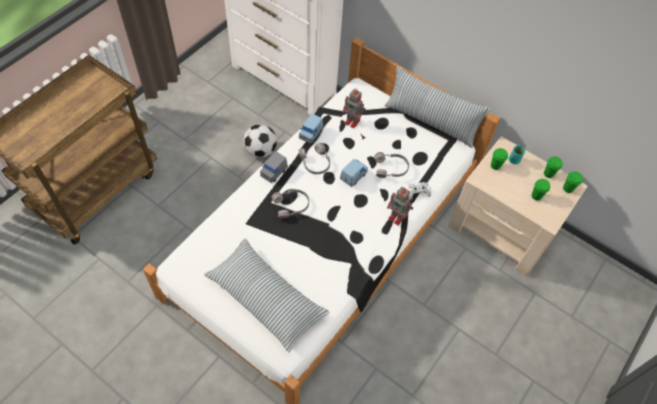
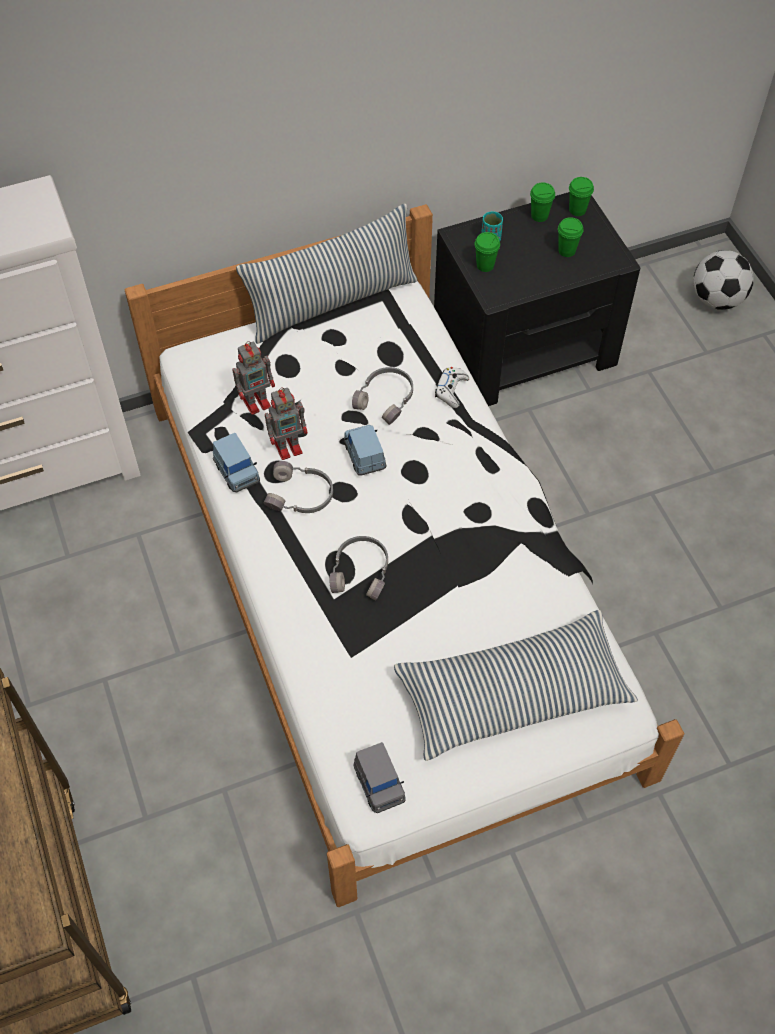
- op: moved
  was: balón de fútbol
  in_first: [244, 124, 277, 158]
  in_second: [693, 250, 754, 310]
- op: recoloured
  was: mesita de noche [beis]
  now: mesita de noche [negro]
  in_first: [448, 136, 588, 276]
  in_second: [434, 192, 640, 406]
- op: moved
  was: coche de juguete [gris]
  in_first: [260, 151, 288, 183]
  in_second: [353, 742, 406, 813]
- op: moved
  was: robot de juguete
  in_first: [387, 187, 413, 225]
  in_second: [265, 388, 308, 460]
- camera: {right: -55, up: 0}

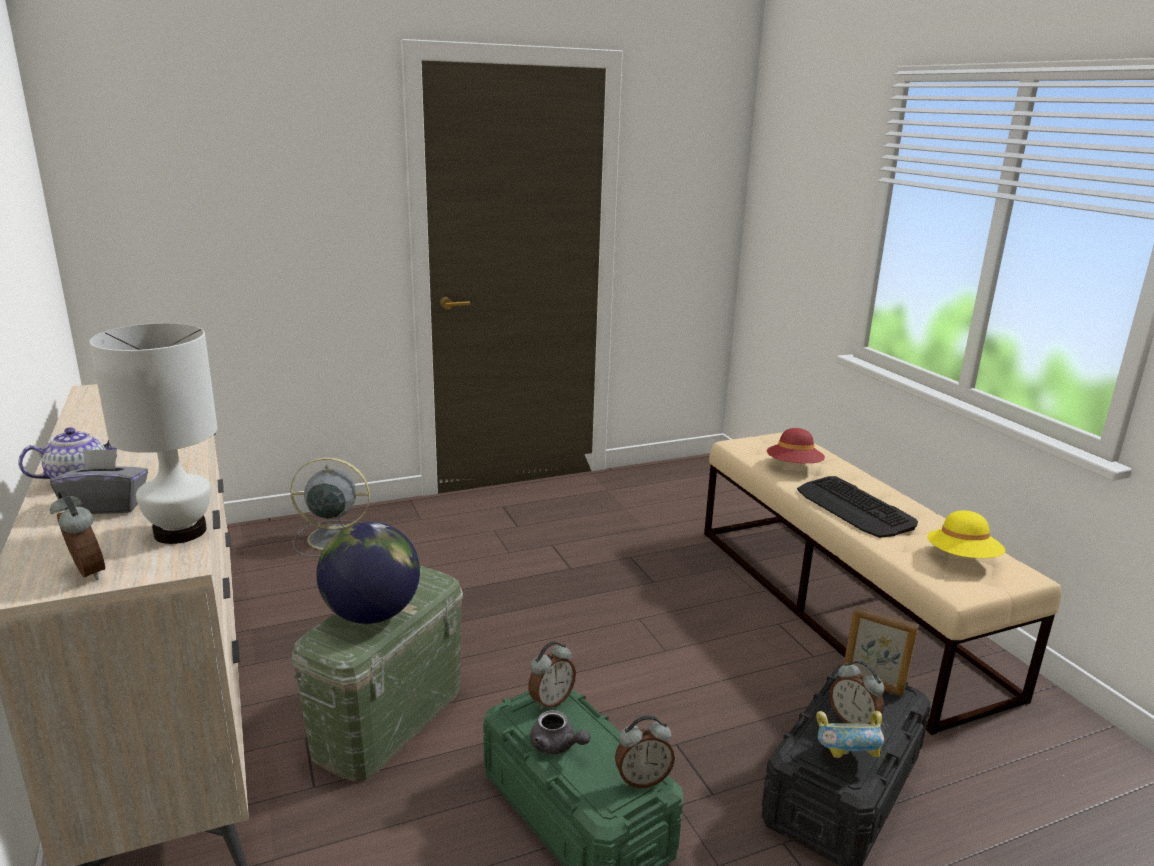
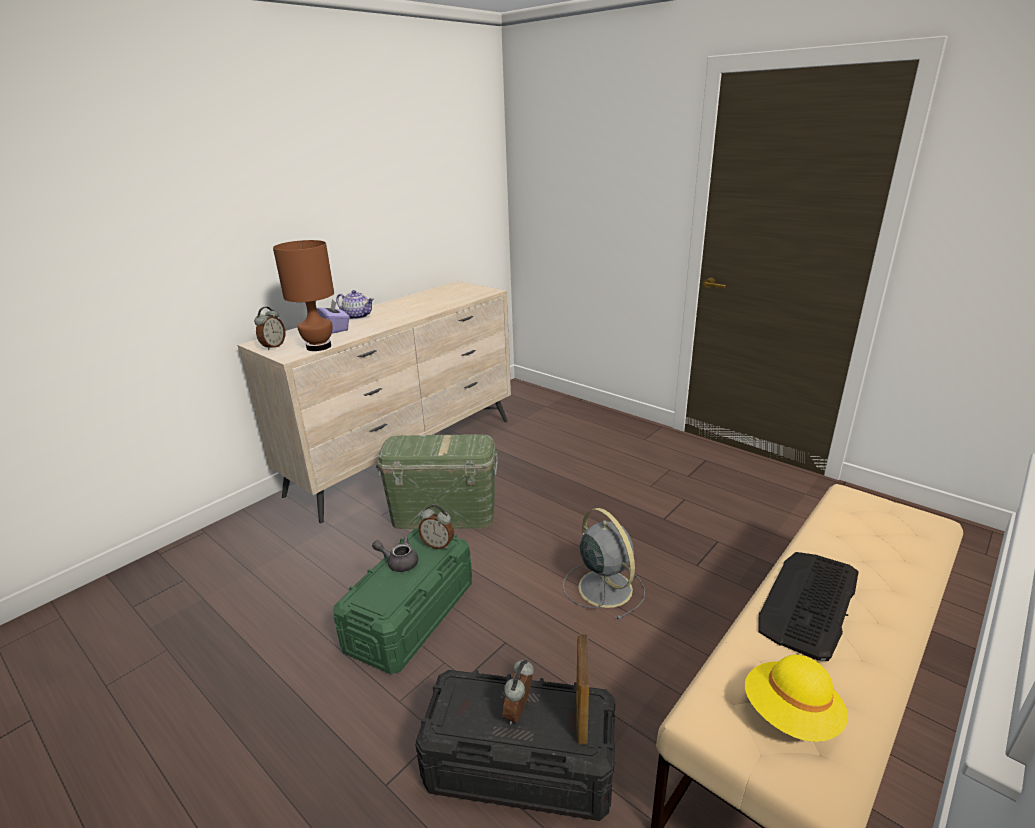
- op: recoloured
  was: lámpara de mesa [blanco]
  now: lámpara de mesa [marrón]
  in_first: [89, 323, 217, 544]
  in_second: [273, 240, 334, 351]
- op: removed
  was: sombrero [rojo]
  in_first: [767, 428, 825, 463]
- op: recoloured
  was: caja de pañuelos [gris]
  now: caja de pañuelos [morado]
  in_first: [50, 449, 148, 514]
  in_second: [317, 299, 350, 334]
- op: moved
  was: ventilador [gris]
  in_first: [290, 457, 370, 557]
  in_second: [563, 508, 645, 620]
- op: removed
  was: globo terráqueo
  in_first: [316, 522, 420, 624]
- op: turned
  was: tetera [gris]
  in_first: [530, 710, 591, 754]
  in_second: [372, 536, 418, 572]
  clockwise: 90
- op: removed
  was: cuenco
  in_first: [816, 711, 884, 758]
- op: removed
  was: despertador
  in_first: [615, 715, 675, 788]
- camera: {right: 65, up: 5}

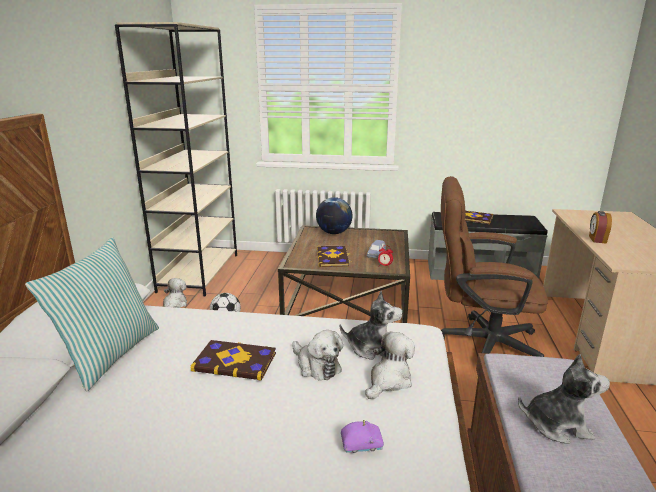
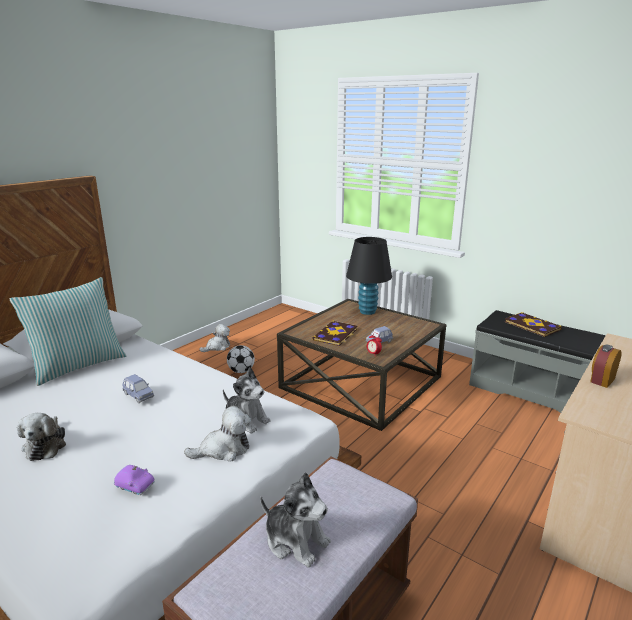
- op: removed
  was: estantería [beis]
  in_first: [115, 22, 237, 296]
- op: removed
  was: silla de oficina [marrón]
  in_first: [441, 176, 548, 357]
- op: replaced
  was: globo terráqueo
  now: lámpara de mesa [negro]
  in_first: [316, 197, 352, 234]
  in_second: [346, 237, 392, 315]
- op: moved
  was: peluche
  in_first: [292, 330, 343, 380]
  in_second: [17, 413, 66, 461]
- op: replaced
  was: libro
  now: coche de juguete [azul]
  in_first: [191, 340, 276, 381]
  in_second: [122, 374, 154, 403]
- camera: {right: 30, up: 0}

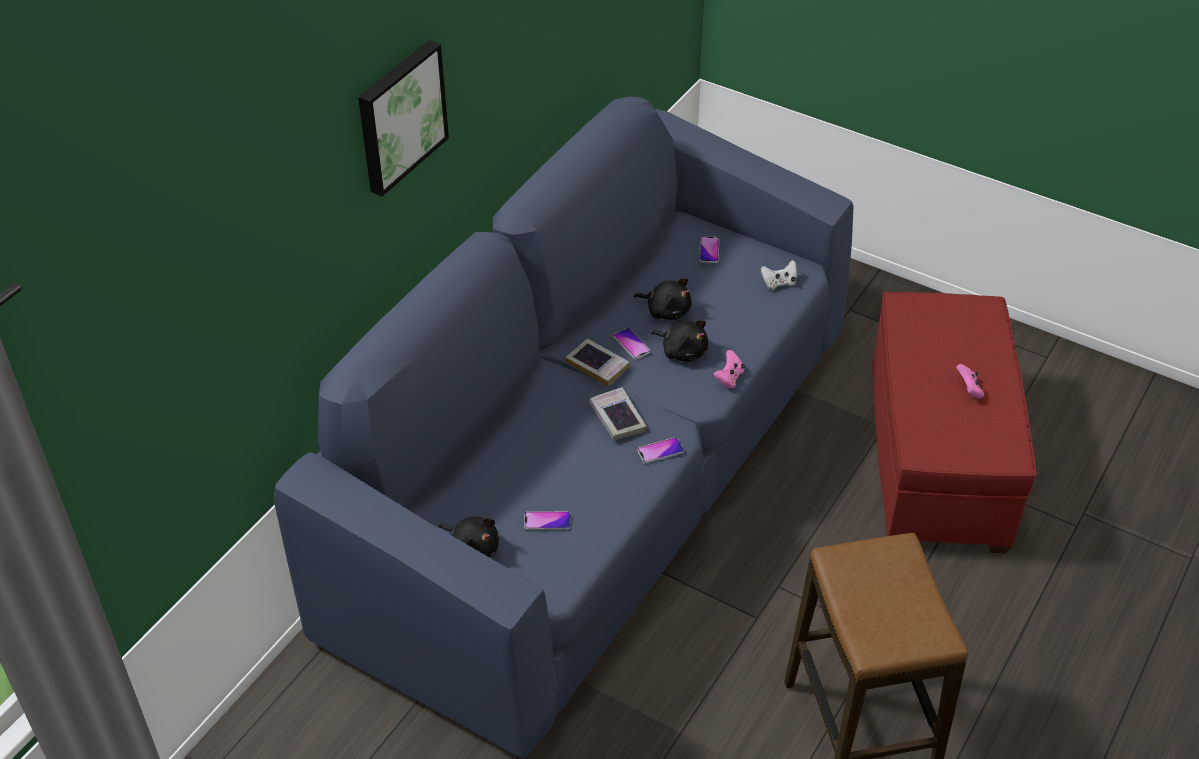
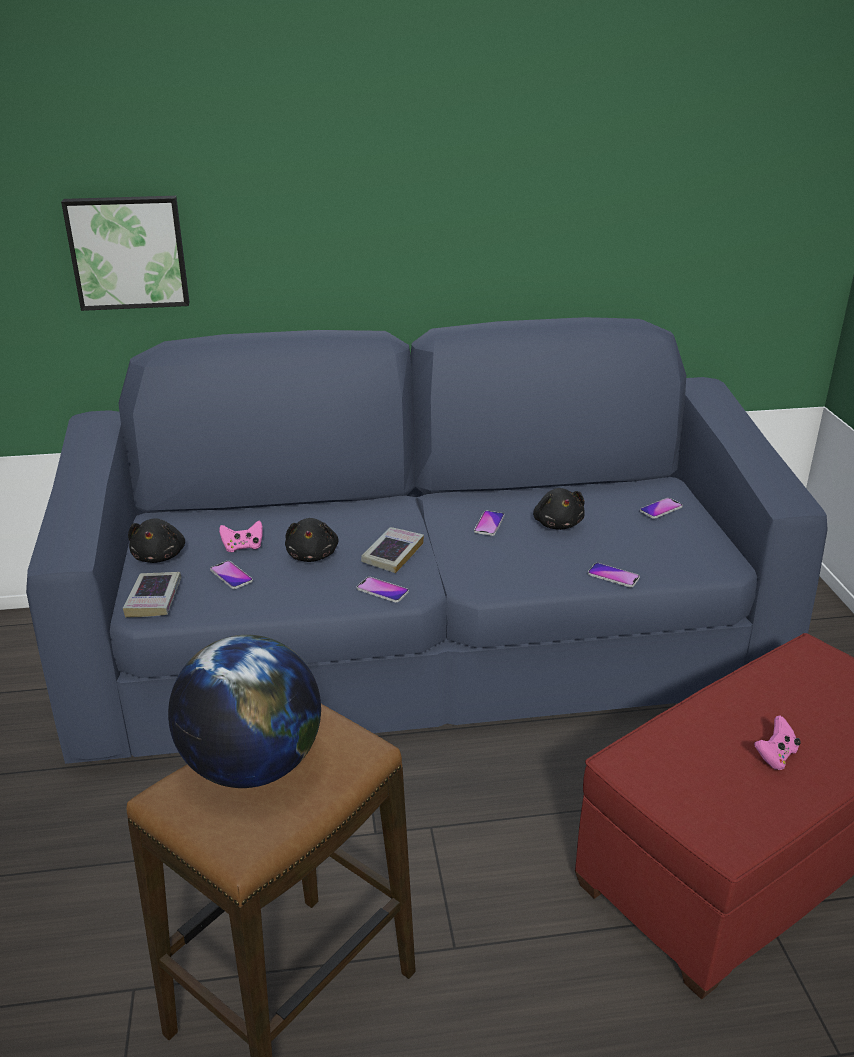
- op: moved
  was: cuadro
  in_first: [358, 40, 449, 196]
  in_second: [61, 196, 189, 311]
- op: removed
  was: mando de consola [blanco]
  in_first: [761, 260, 797, 290]
- op: moved
  was: peluche [negro]
  in_first: [651, 320, 708, 362]
  in_second: [285, 518, 339, 562]
- op: moved
  was: libro
  in_first: [566, 338, 630, 387]
  in_second: [123, 572, 181, 618]
- op: moved
  was: mando de consola [rosa]
  in_first: [714, 350, 745, 388]
  in_second: [219, 521, 263, 552]
- op: added
  now: móvil
  in_second: [588, 563, 640, 588]
- op: added
  now: globo terráqueo
  in_second: [168, 635, 321, 788]
- camera: {right: 50, up: -15}

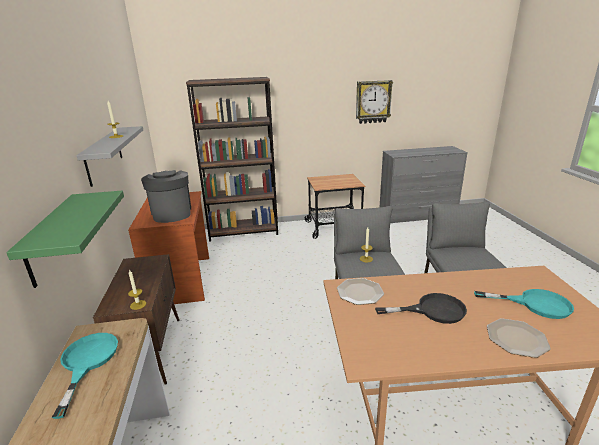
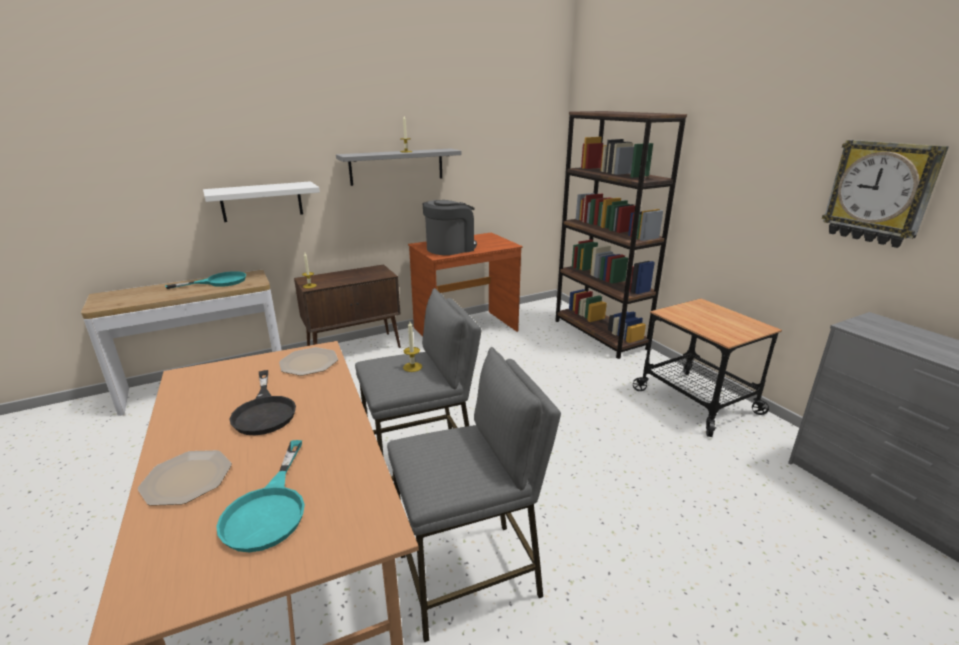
- op: recoloured
  was: estante [verde]
  now: estante [blanco]
  in_first: [6, 191, 124, 288]
  in_second: [203, 181, 320, 222]
- camera: {right: 70, up: 0}

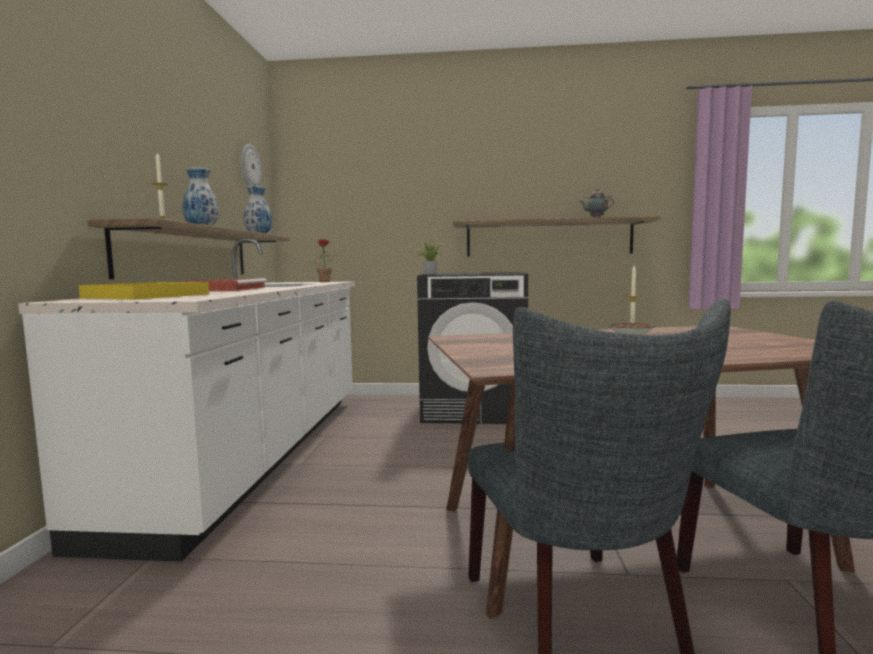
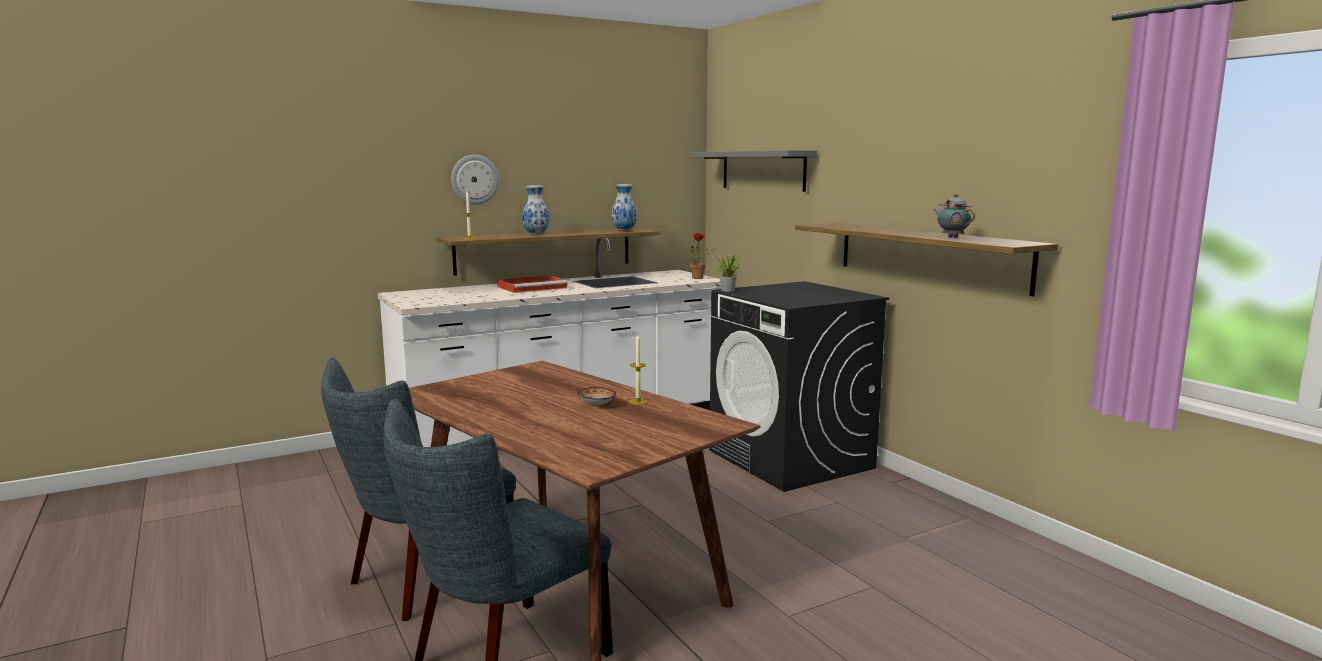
- op: moved
  was: reloj de pared
  in_first: [241, 144, 261, 186]
  in_second: [451, 155, 499, 205]
- op: removed
  was: bandeja [amarillo]
  in_first: [79, 282, 209, 300]
- op: added
  now: estante [gris]
  in_second: [692, 150, 817, 192]
- camera: {right: 55, up: 5}

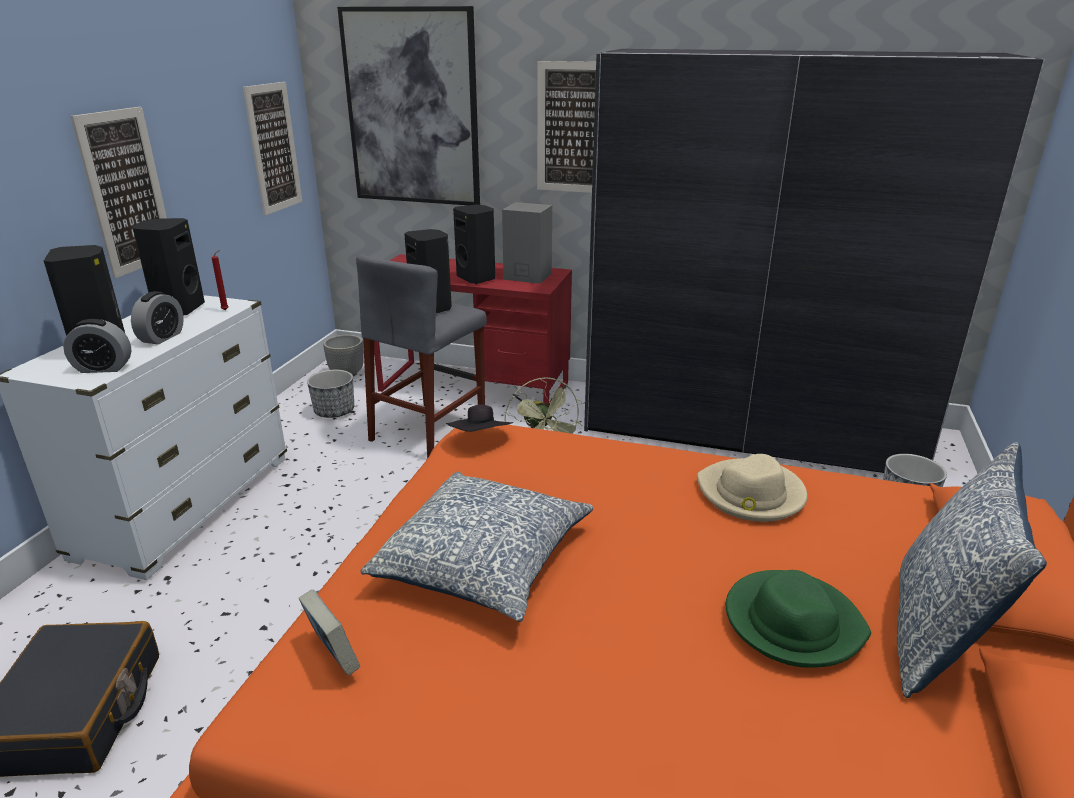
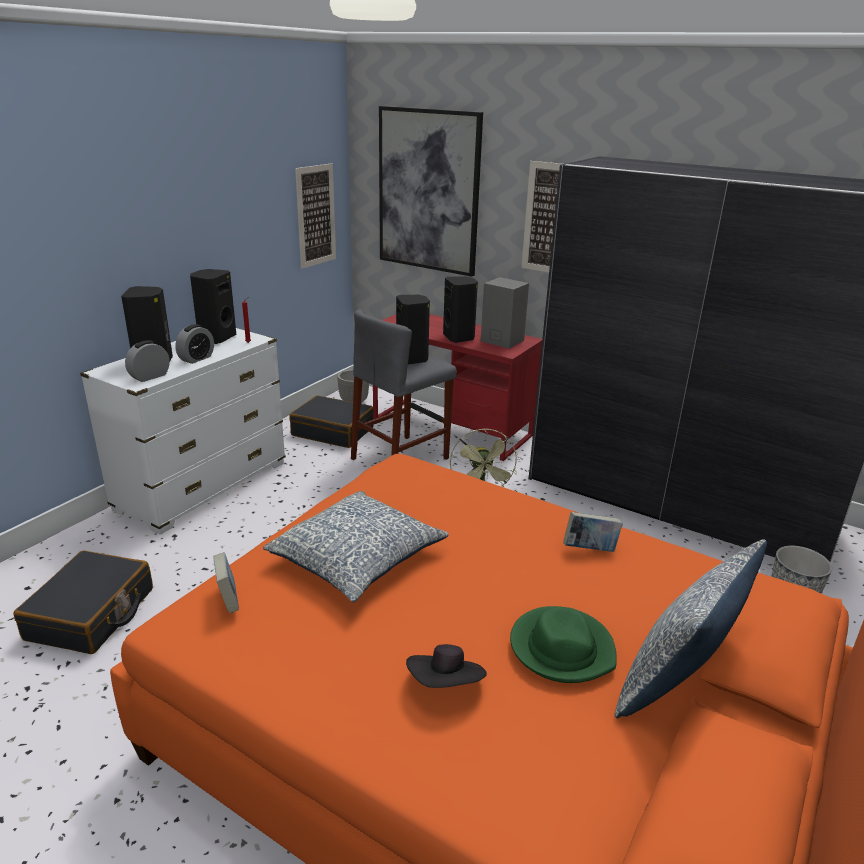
- op: removed
  was: cuadro
  in_first: [71, 107, 167, 278]
- op: turned
  was: despertador
  in_first: [63, 319, 131, 373]
  in_second: [125, 340, 170, 382]
  clockwise: 120
- op: replaced
  was: maceta
  now: maleta [negro]
  in_first: [307, 370, 354, 418]
  in_second: [289, 395, 374, 448]
- op: moved
  was: sombrero [negro]
  in_first: [446, 404, 514, 432]
  in_second: [406, 644, 487, 688]
- op: replaced
  was: sombrero [beis]
  now: libro
  in_first: [697, 454, 807, 522]
  in_second: [563, 512, 623, 552]
- camera: {right: 15, up: 0}

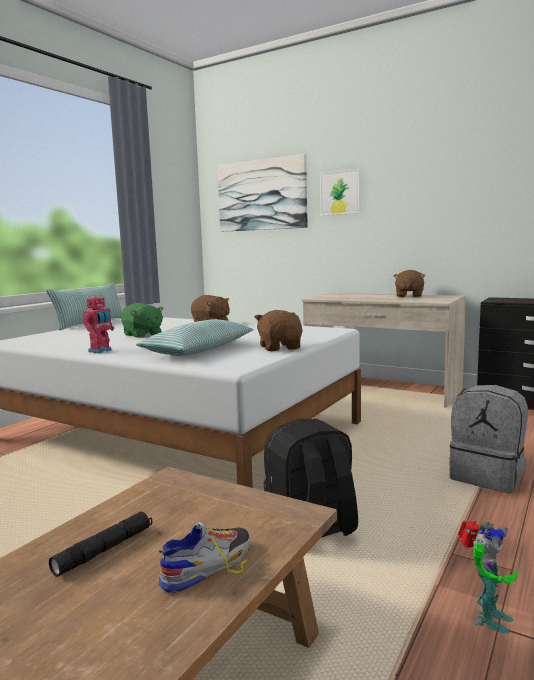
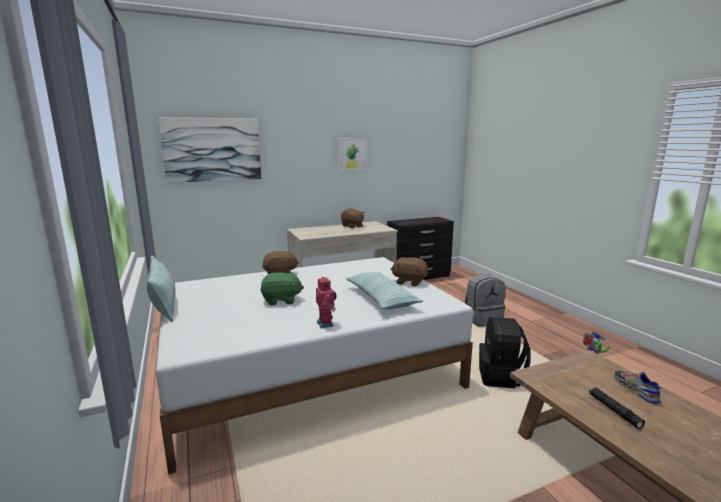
- op: moved
  was: cuadro
  in_first: [320, 169, 360, 216]
  in_second: [337, 138, 367, 170]
- camera: {right: -55, up: 5}

